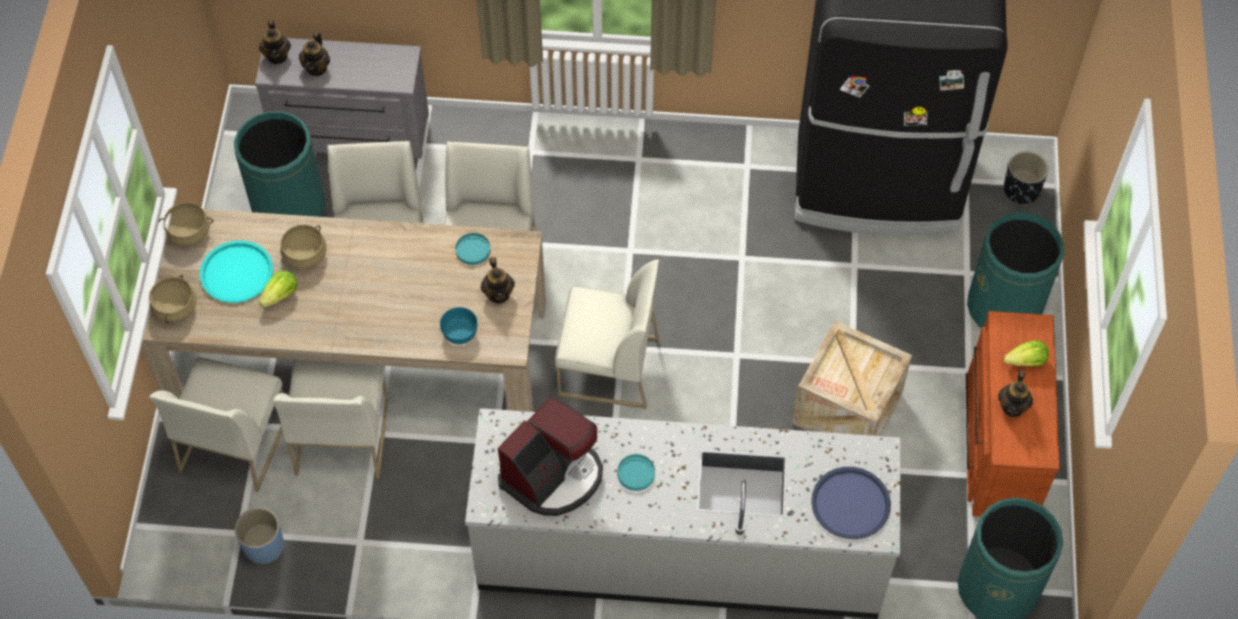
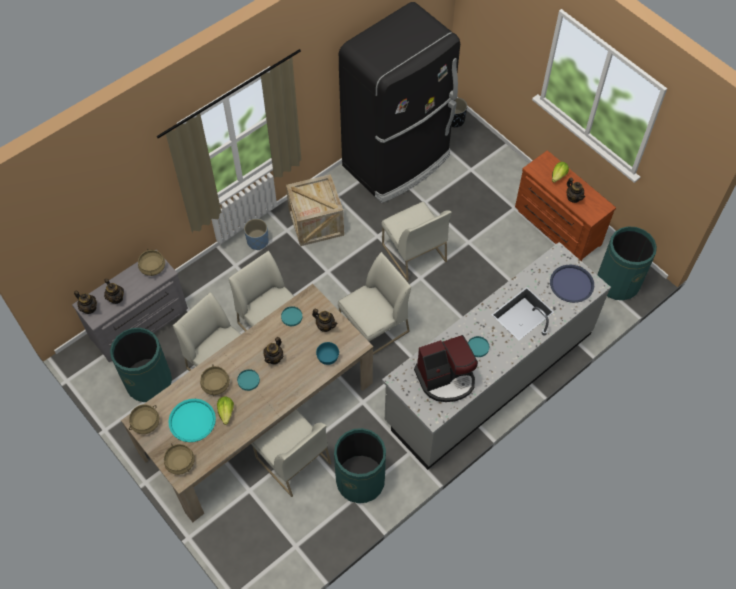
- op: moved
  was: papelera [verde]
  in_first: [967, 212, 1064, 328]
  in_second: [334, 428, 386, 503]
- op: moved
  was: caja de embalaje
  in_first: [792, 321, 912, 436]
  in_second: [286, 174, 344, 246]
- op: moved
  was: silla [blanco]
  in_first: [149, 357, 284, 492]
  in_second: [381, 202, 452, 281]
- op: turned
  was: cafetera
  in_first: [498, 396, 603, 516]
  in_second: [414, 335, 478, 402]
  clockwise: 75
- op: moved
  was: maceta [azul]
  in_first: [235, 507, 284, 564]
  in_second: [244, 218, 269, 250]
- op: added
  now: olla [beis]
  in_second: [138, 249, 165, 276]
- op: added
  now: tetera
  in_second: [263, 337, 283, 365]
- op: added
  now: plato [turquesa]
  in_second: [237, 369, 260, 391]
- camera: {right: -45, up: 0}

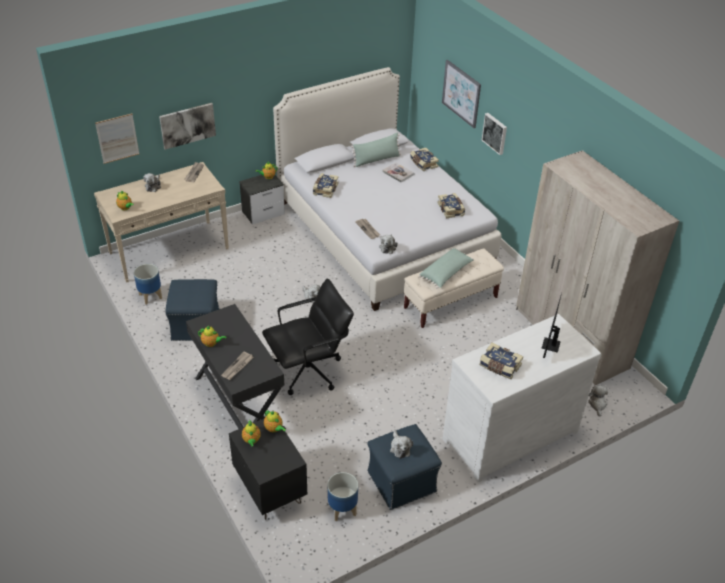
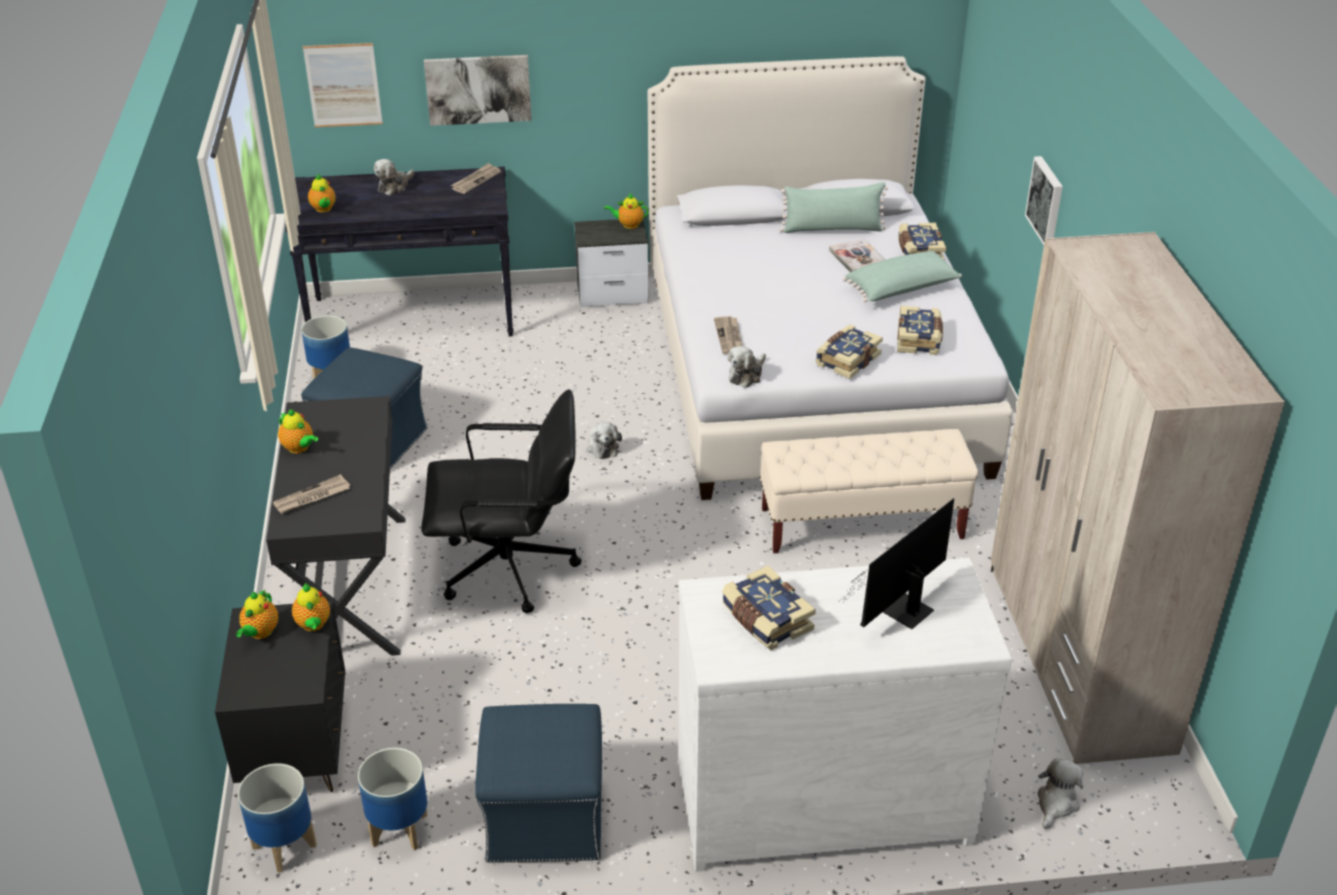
- op: removed
  was: cuadro
  in_first: [442, 60, 481, 128]
- op: recoloured
  was: mesa consola [beis]
  now: mesa consola [negro]
  in_first: [94, 162, 229, 283]
  in_second: [285, 167, 514, 336]
- op: moved
  was: libro
  in_first: [313, 173, 338, 198]
  in_second: [816, 324, 883, 379]
- op: moved
  was: cojín [verde]
  in_first: [419, 248, 473, 289]
  in_second: [843, 251, 962, 302]
- op: removed
  was: peluche
  in_first: [390, 430, 413, 458]
- op: added
  now: maceta
  in_second: [238, 763, 317, 873]
- camera: {right: 25, up: -5}

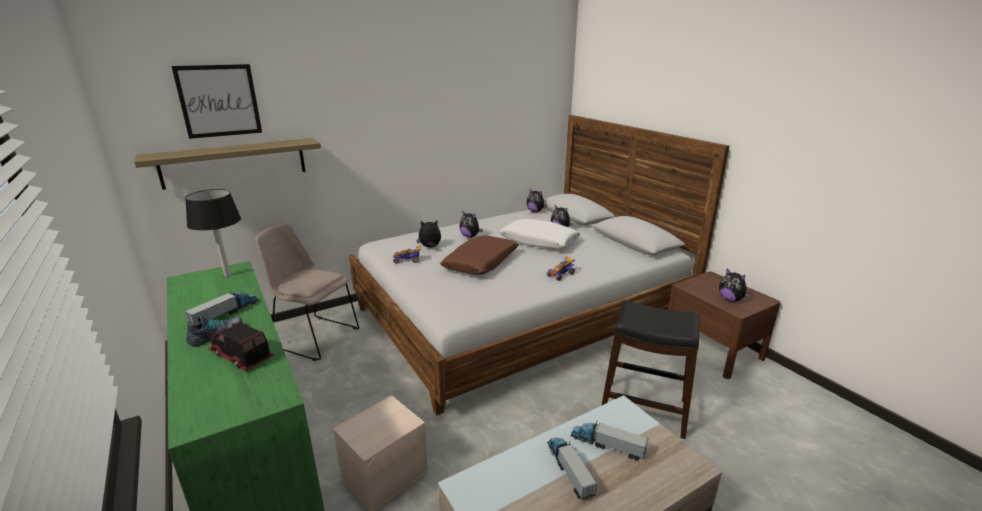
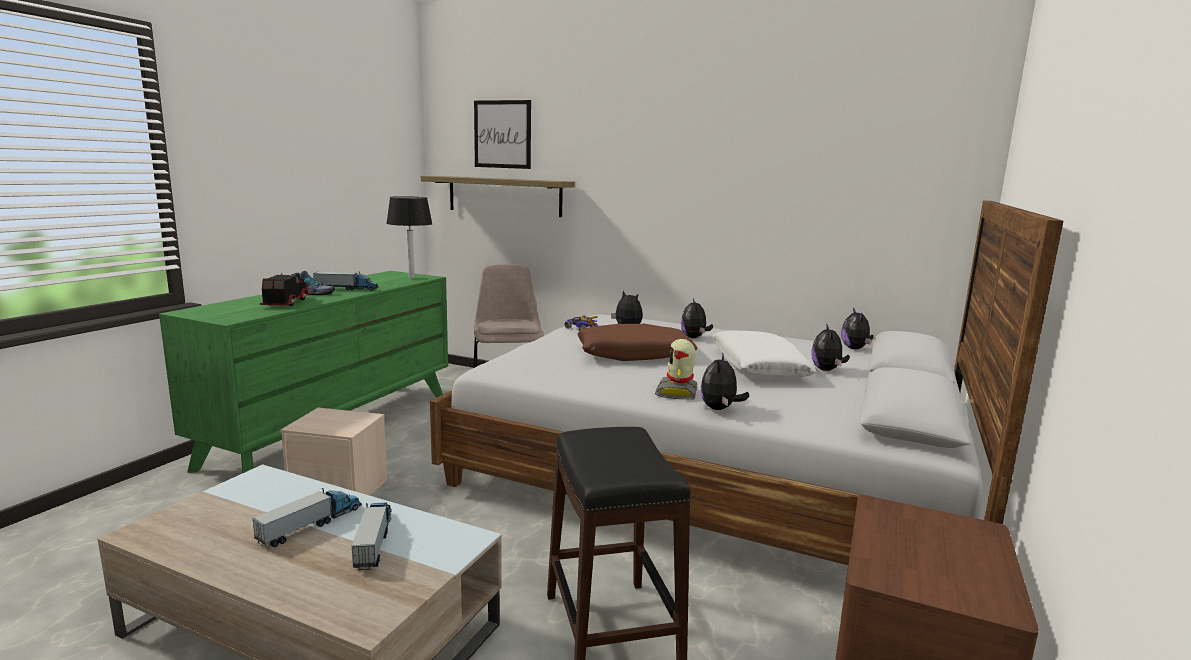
- op: replaced
  was: coche de juguete
  now: robot de juguete
  in_first: [546, 257, 575, 281]
  in_second: [655, 339, 698, 400]
- op: moved
  was: peluche
  in_first: [719, 269, 751, 302]
  in_second: [701, 352, 749, 410]
- camera: {right: 55, up: -10}

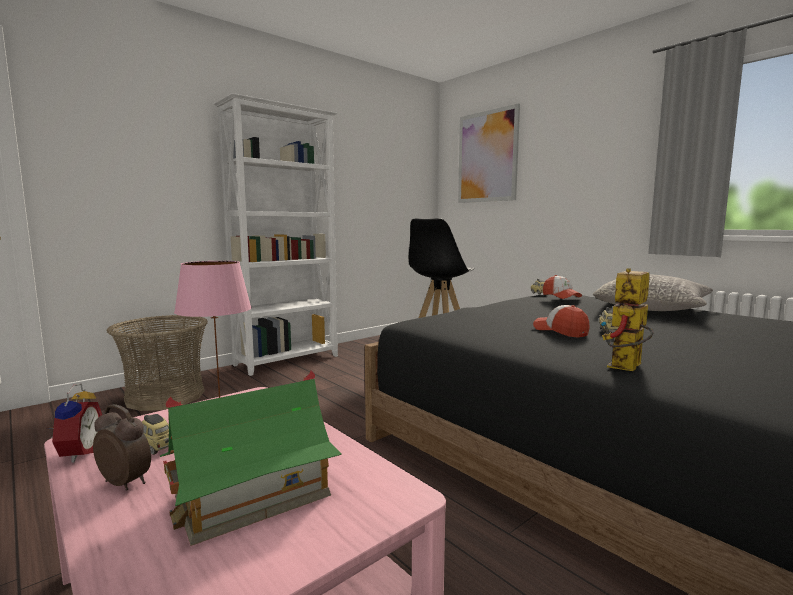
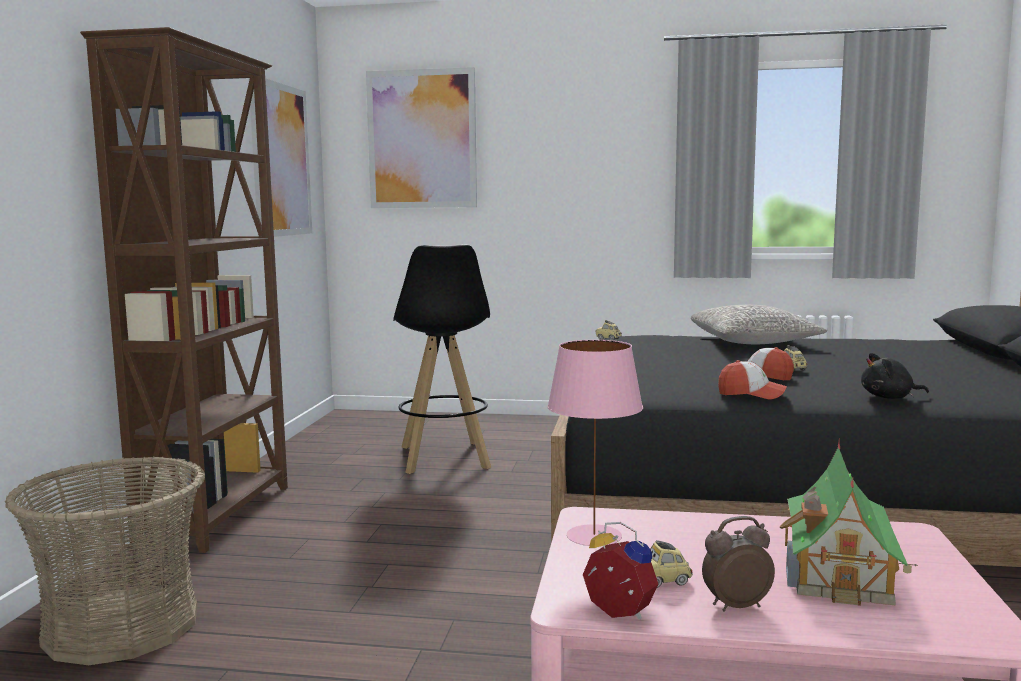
- op: recoloured
  was: estantería [blanco]
  now: estantería [marrón]
  in_first: [214, 93, 338, 376]
  in_second: [80, 27, 288, 553]
- op: replaced
  was: robot de juguete
  now: peluche [negro]
  in_first: [601, 268, 654, 371]
  in_second: [861, 353, 929, 399]
- op: moved
  was: gorra
  in_first: [543, 275, 582, 299]
  in_second: [718, 360, 787, 400]
- op: added
  now: cuadro
  in_second: [249, 78, 312, 237]
- camera: {right: -40, up: 0}

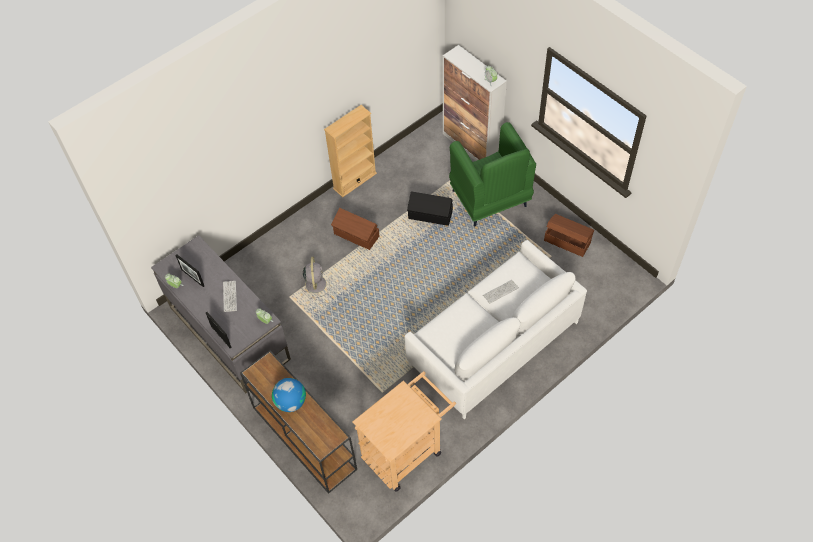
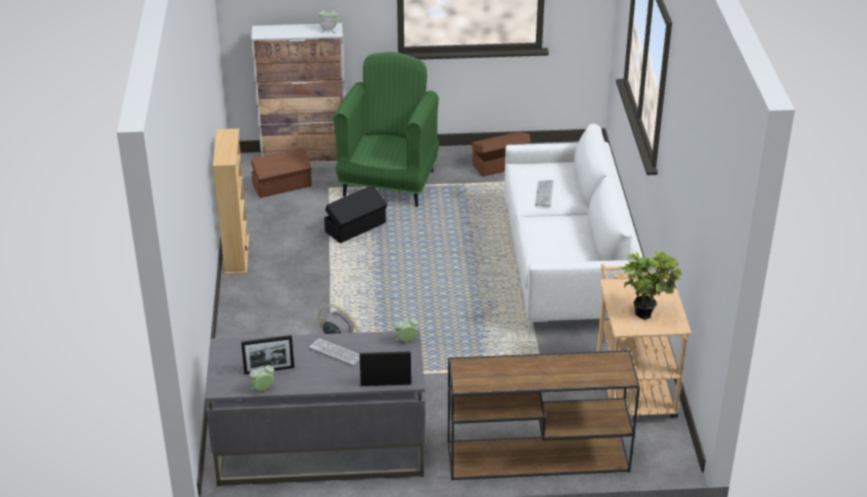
- op: turned
  was: sillón [verde]
  in_first: [449, 122, 536, 226]
  in_second: [334, 52, 439, 207]
  clockwise: -90
- op: moved
  was: caja de almacenaje [marrón]
  in_first: [331, 208, 379, 250]
  in_second: [251, 147, 312, 198]
- op: removed
  was: globo terráqueo
  in_first: [272, 378, 306, 412]
- op: added
  now: planta en maceta
  in_second: [619, 250, 682, 320]
- camera: {right: -55, up: -20}

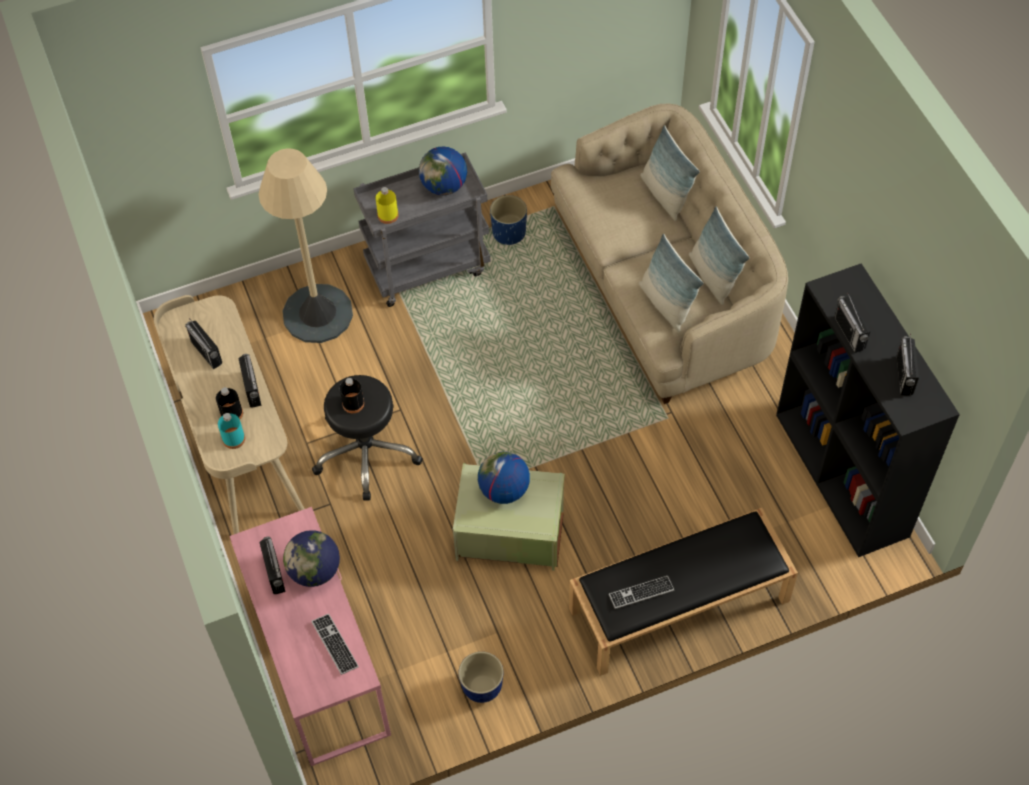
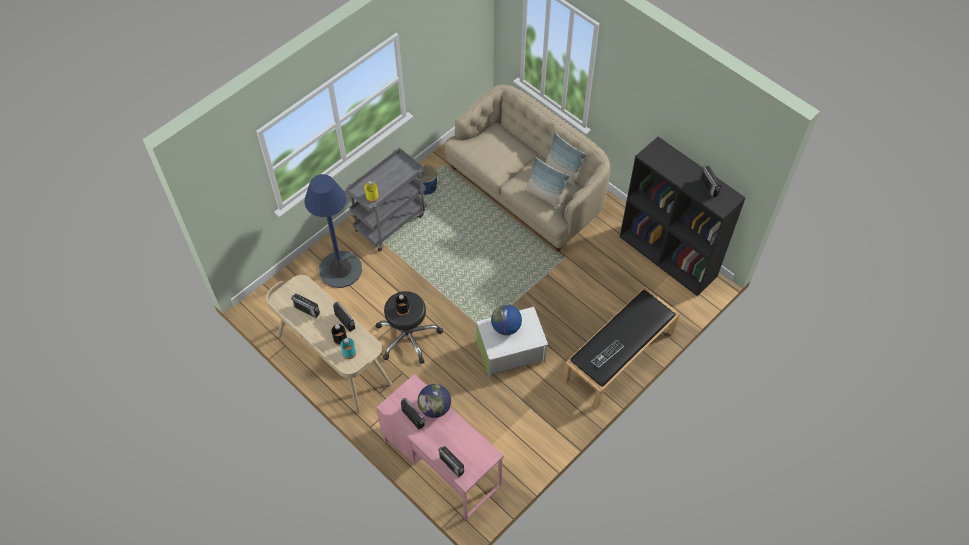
- op: removed
  was: cojín
  in_first: [640, 125, 700, 221]
- op: removed
  was: globo terráqueo
  in_first: [419, 147, 467, 195]
- op: recoloured
  was: lámpara de pie [beis]
  now: lámpara de pie [azul]
  in_first: [258, 148, 353, 343]
  in_second: [304, 174, 362, 288]
- op: moved
  was: radio
  in_first: [834, 293, 871, 353]
  in_second: [438, 446, 464, 477]
- op: recoloured
  was: caja de almacenaje [verde]
  now: caja de almacenaje [blanco]
  in_first: [453, 463, 565, 571]
  in_second: [476, 307, 548, 378]
- op: removed
  was: teclado
  in_first: [311, 614, 359, 675]
- op: removed
  was: maceta
  in_first: [458, 652, 503, 703]
- camera: {right: -25, up: 0}

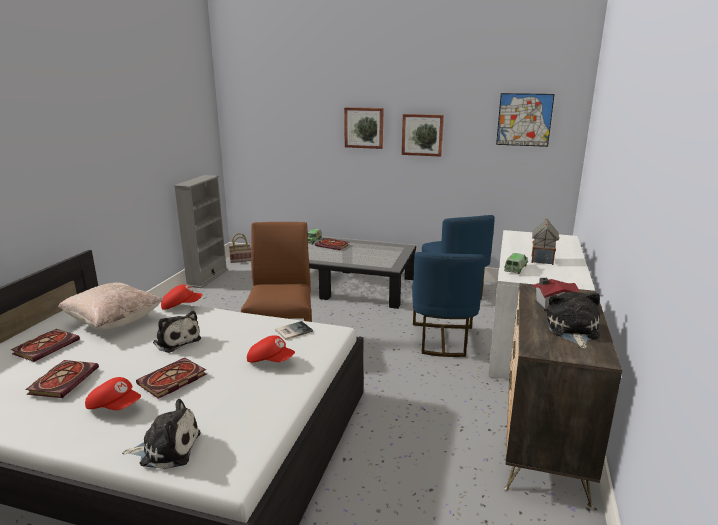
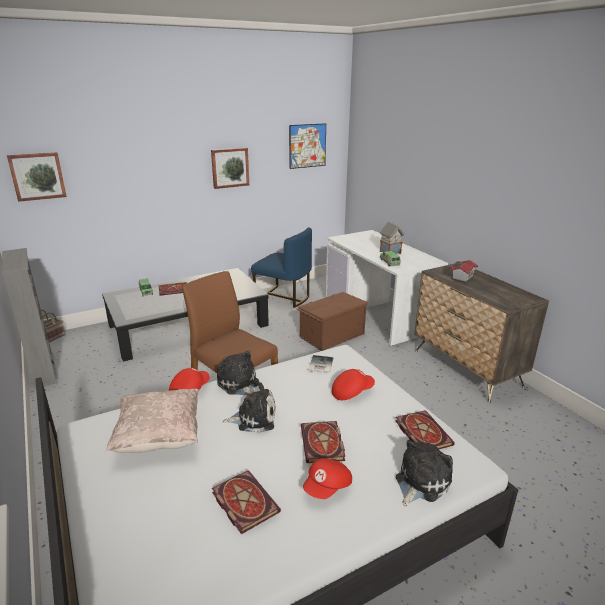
- op: moved
  was: cuadro
  in_first: [344, 107, 384, 149]
  in_second: [7, 152, 67, 202]
- op: replaced
  was: silla [azul]
  now: caja de almacenaje [marrón]
  in_first: [412, 252, 485, 357]
  in_second: [297, 292, 368, 351]
- op: moved
  was: peluche
  in_first: [546, 292, 600, 349]
  in_second: [217, 350, 260, 395]
- op: moved
  was: libro
  in_first: [11, 329, 80, 362]
  in_second: [396, 410, 455, 449]
- op: turned
  was: gorra [rojo]
  in_first: [85, 377, 141, 410]
  in_second: [303, 458, 352, 499]
  clockwise: 150
- camera: {right: -45, up: 5}

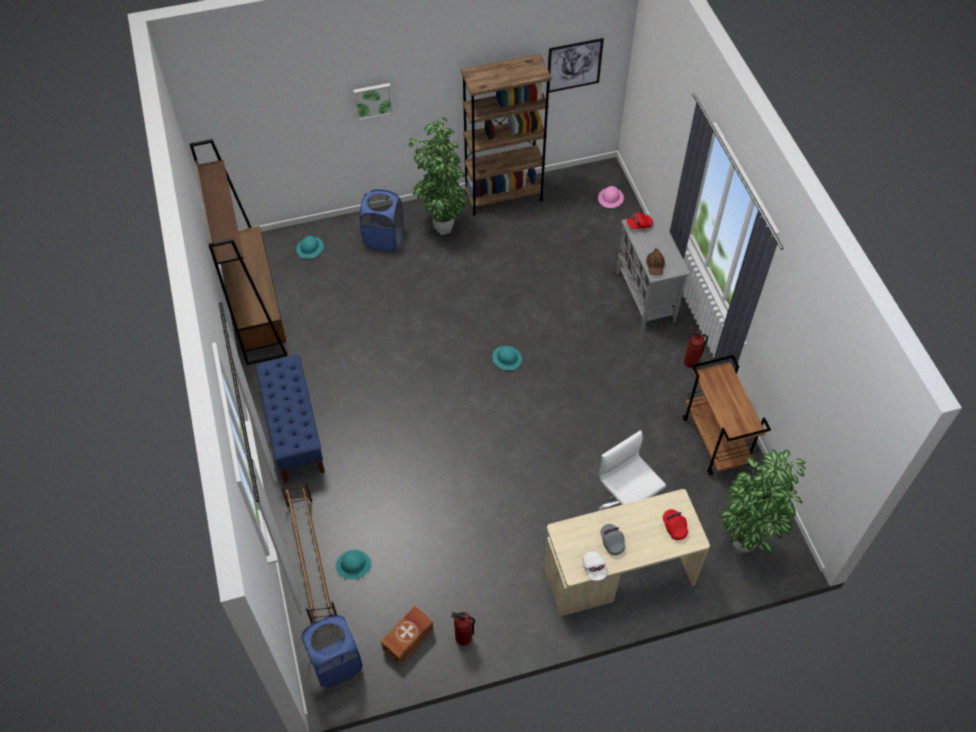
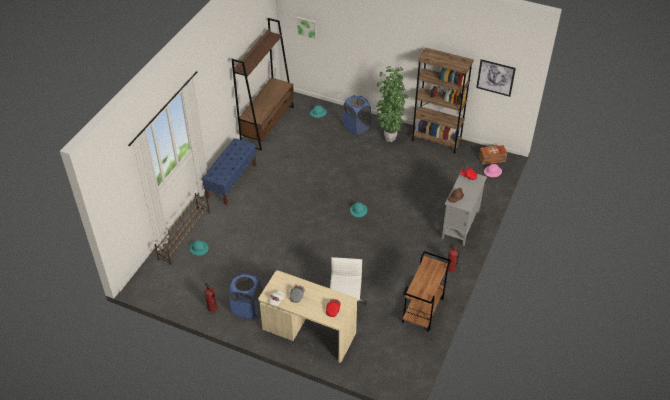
- op: moved
  was: cuadro
  in_first: [353, 83, 393, 120]
  in_second: [296, 16, 317, 40]
- op: removed
  was: planta en maceta
  in_first: [720, 449, 806, 554]
- op: moved
  was: caja de almacenaje [marrón]
  in_first: [381, 606, 434, 665]
  in_second: [479, 145, 507, 165]
- op: moved
  was: cesto de la ropa [azul]
  in_first: [301, 615, 363, 687]
  in_second: [229, 273, 262, 319]
- camera: {right: 40, up: -10}

